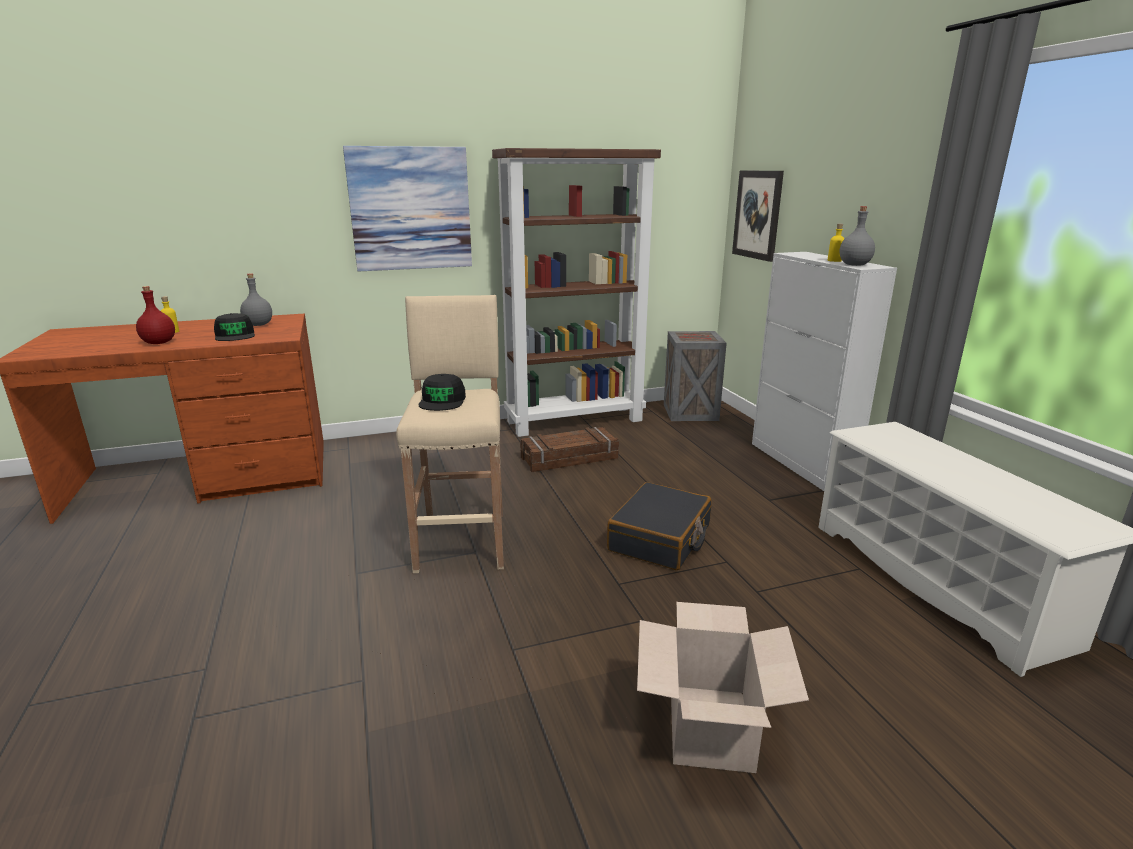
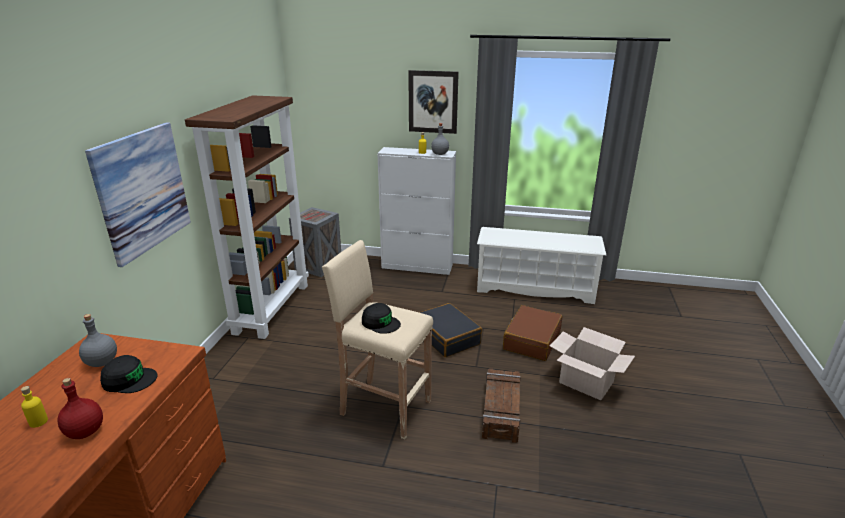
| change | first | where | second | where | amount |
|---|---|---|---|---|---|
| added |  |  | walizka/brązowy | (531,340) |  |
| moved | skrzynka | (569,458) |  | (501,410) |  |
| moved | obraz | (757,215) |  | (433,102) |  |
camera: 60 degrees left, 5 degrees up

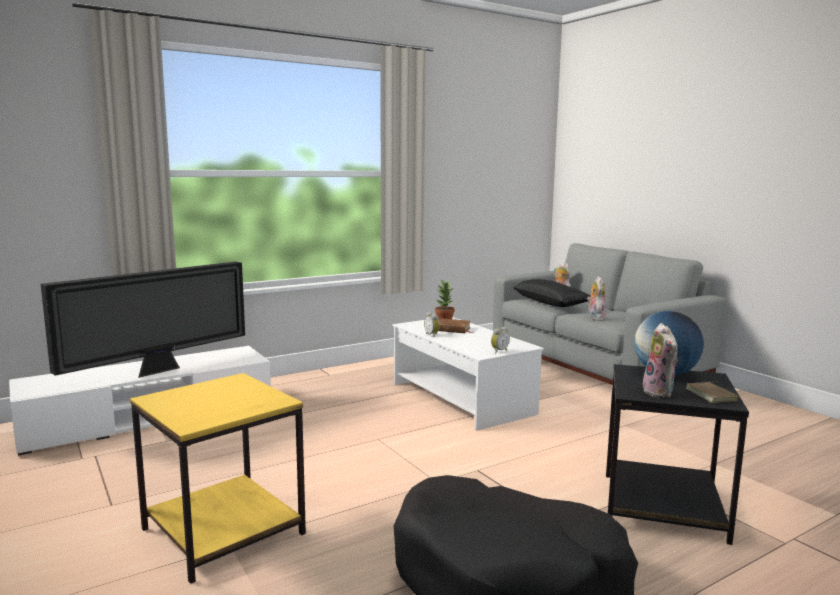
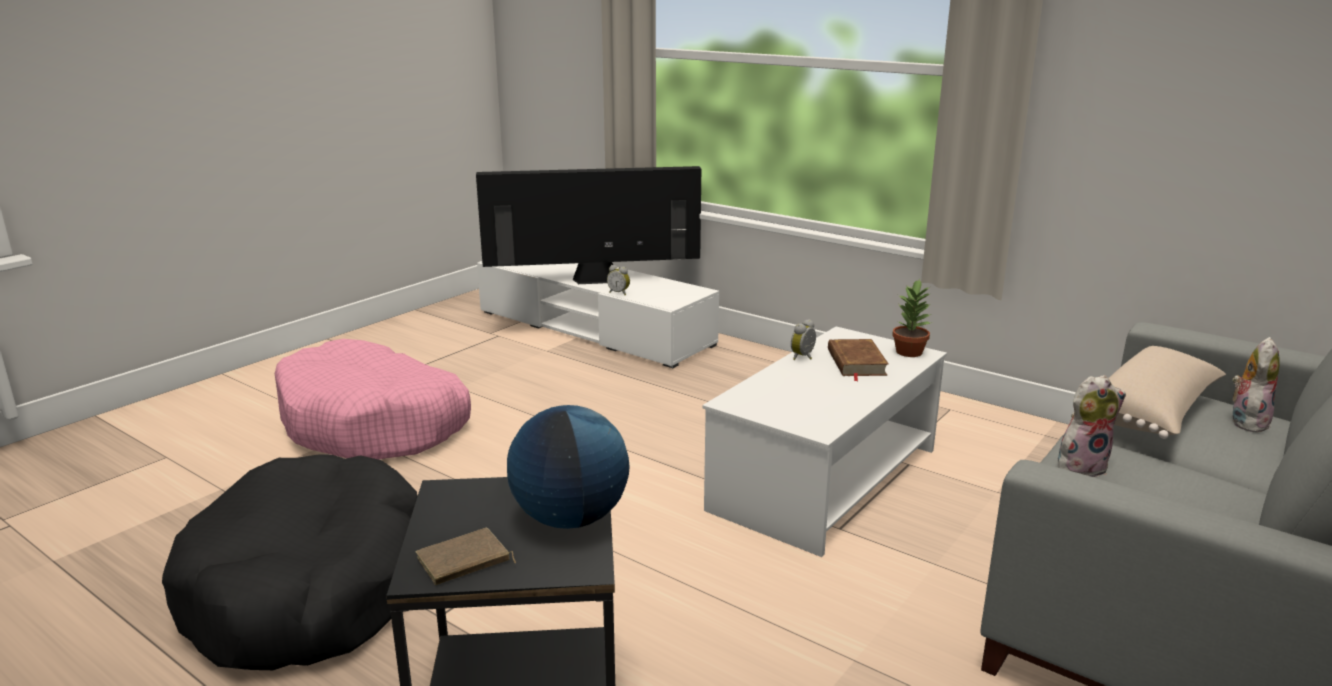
| change | first | where | second | where | amount |
|---|---|---|---|---|---|
| removed | pluszak | (660,392) |  |  |  |
| moved | budzik | (499,351) |  | (619,293) |  |
| replaced | stolik/żółty | (222,532) | legowisko/różowy | (374,424) |  |
| recoloured | poduszka/czarny | (551,303) | poduszka/beżowy | (1152,413) |  |
| turned | telewizor | (159,370) |  | (593,280) | 150 degrees clockwise |
camera: 70 degrees right, 10 degrees up

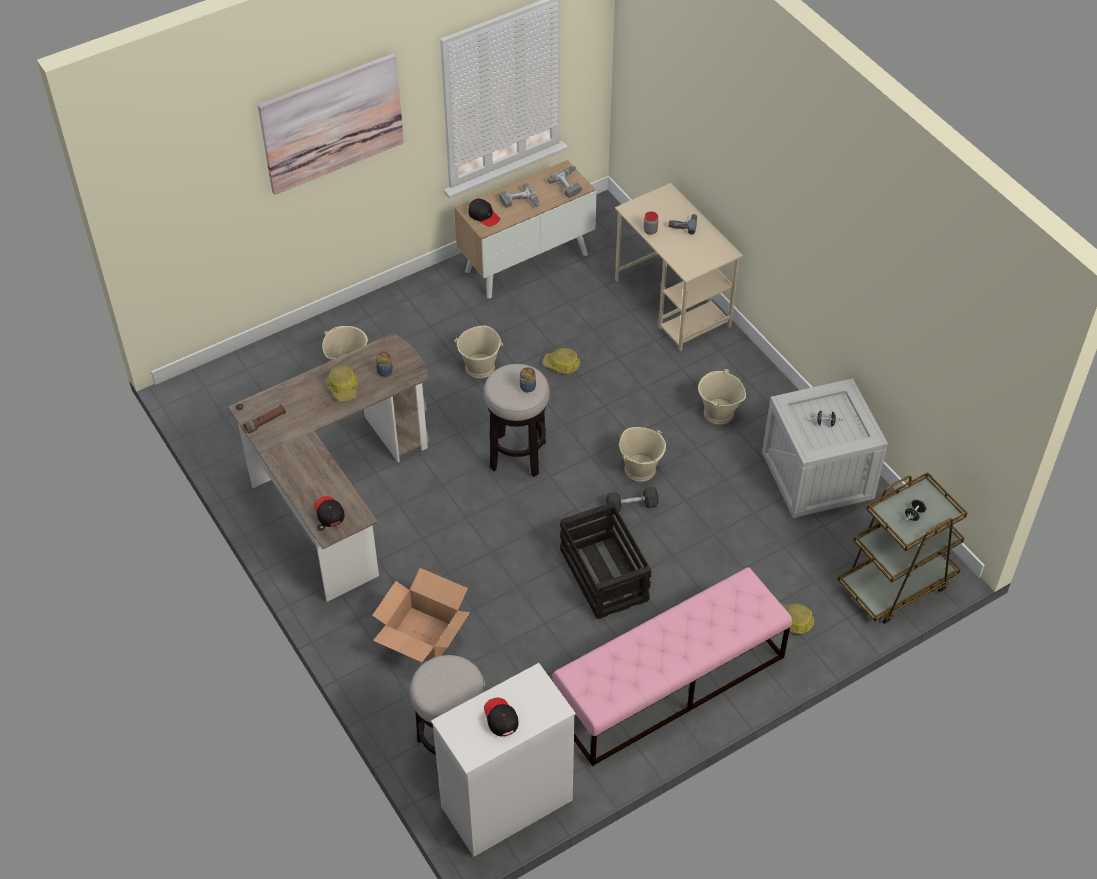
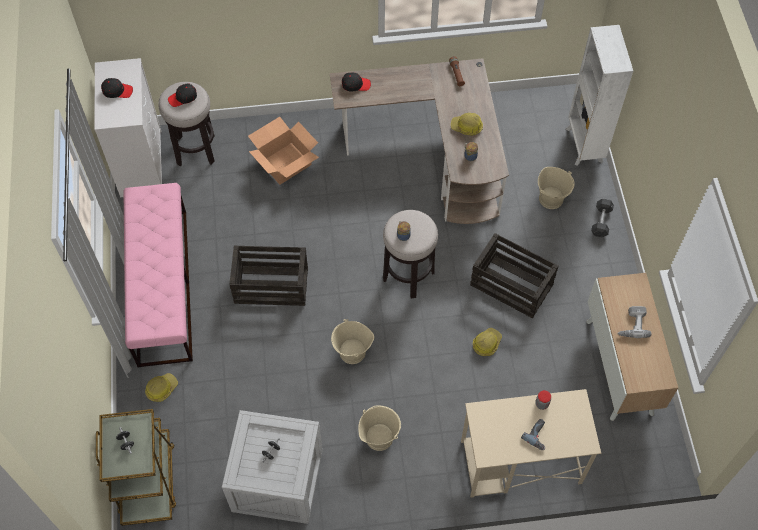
| change | first | where | second | where | amount |
|---|---|---|---|---|---|
| removed | obraz | (332,123) |  |  |  |
| removed | wiertarka | (569,184) |  |  |  |
| added |  |  | regał/biały | (584,146) |  |
| moved | czapka z daszkiem/czarny | (484,216) |  | (183,98) |  |
| moved | hantel/szary | (631,505) |  | (601,221) |  |
| replaced | wiadro/beżowy | (480,367) | skrzynka | (510,285) |  |
camera: 115 degrees right, 10 degrees up

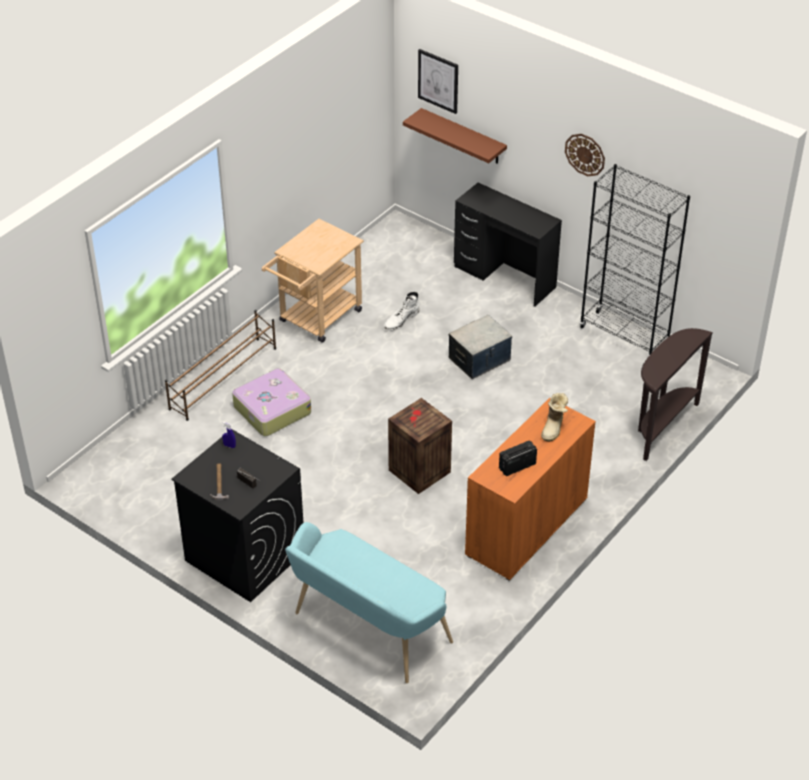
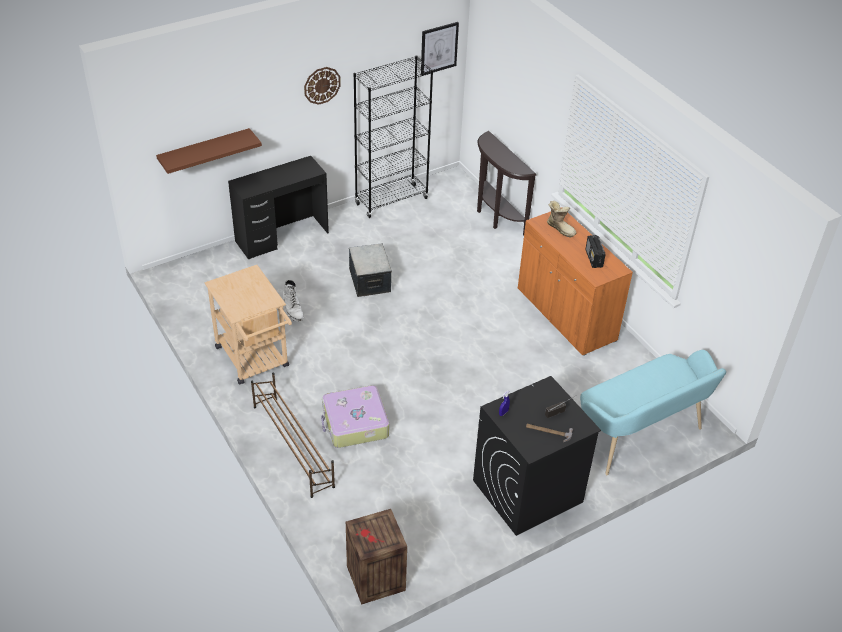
| change | first | where | second | where | amount |
|---|---|---|---|---|---|
| moved | skrzynka | (418,471) |  | (375,579) |  |
| moved | obraz | (438,81) |  | (439,48) |  |
camera: 70 degrees left, 0 degrees up

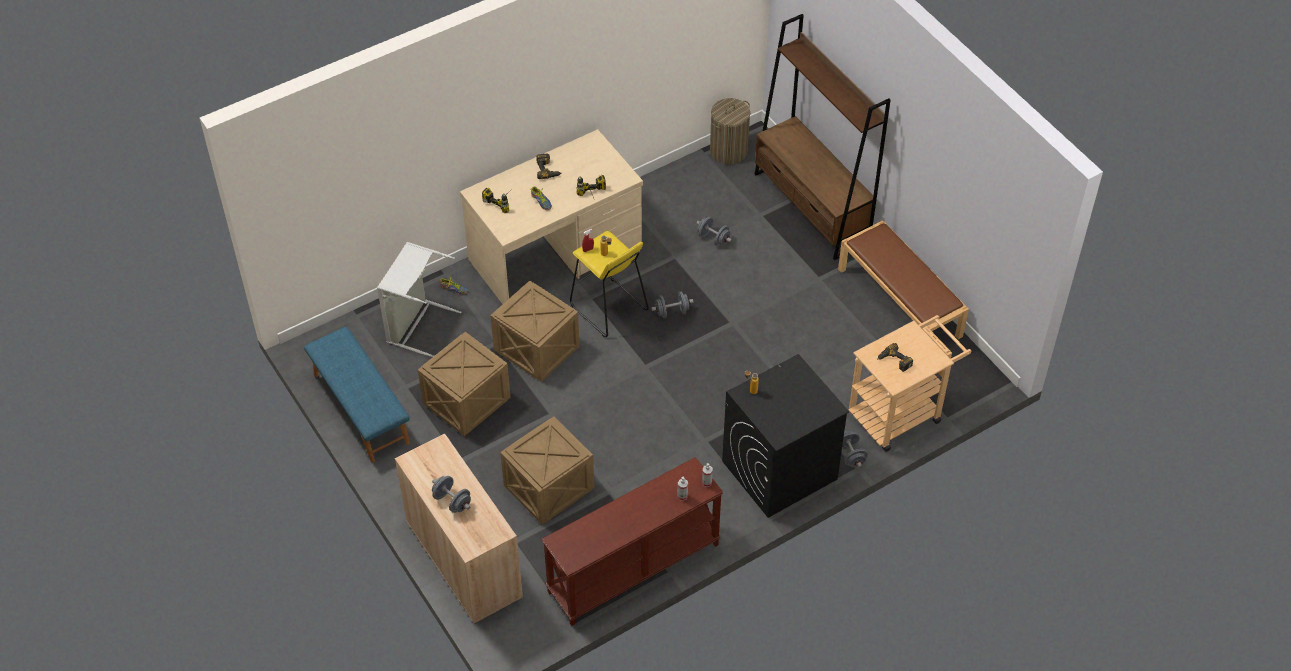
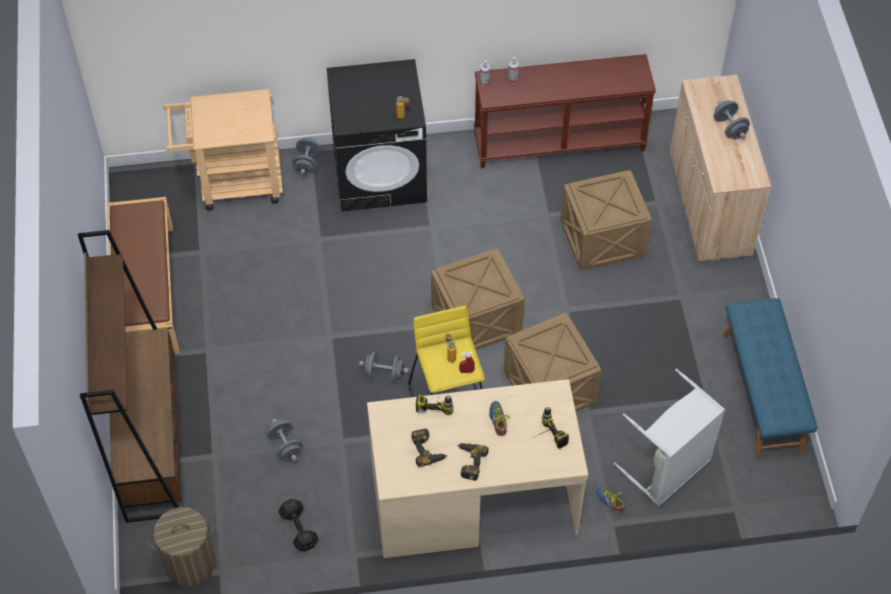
| change | first | where | second | where | amount |
|---|---|---|---|---|---|
| added |  |  | hantel/czarny | (299,530) |  |
| moved | skrzynka | (466,402) |  | (477,320) |  |
| moved | wiertarka | (894,361) |  | (428,449) |  |
camera: 155 degrees left, 5 degrees up

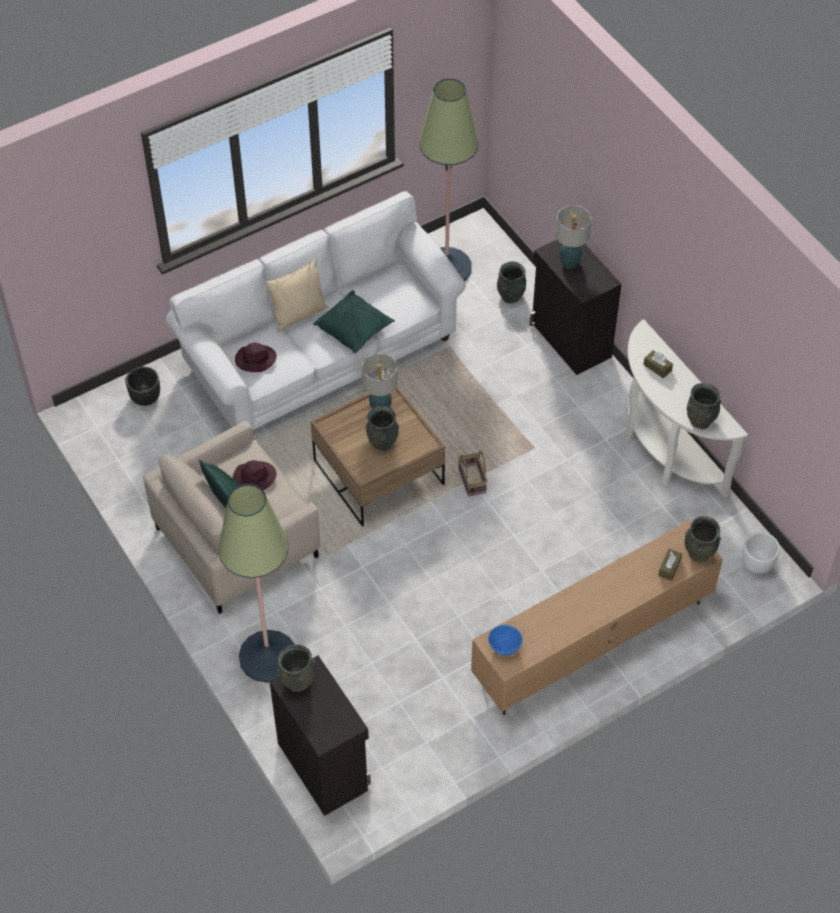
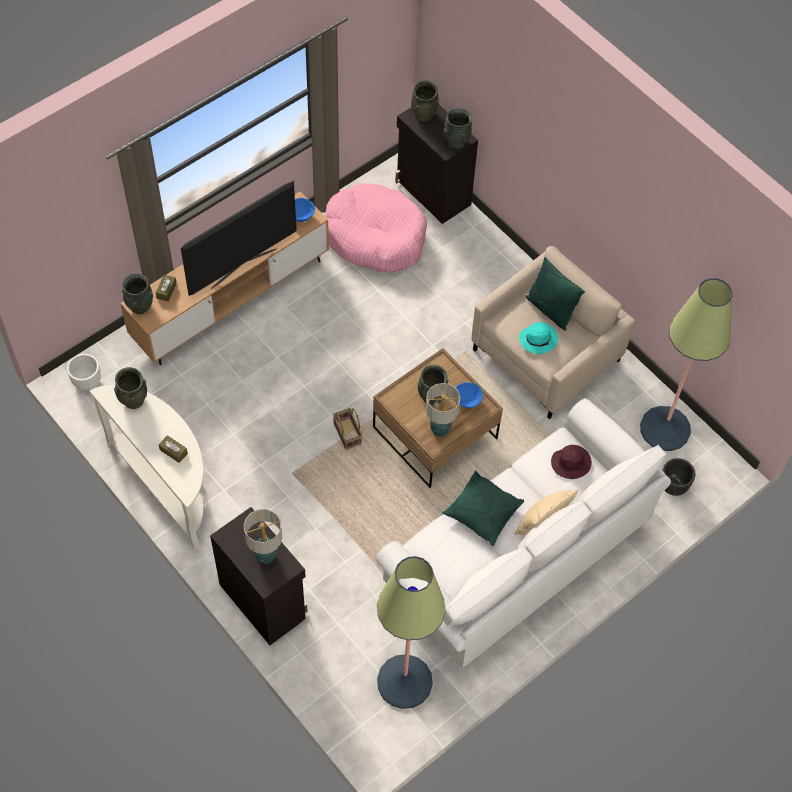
| change | first | where | second | where | amount |
|---|---|---|---|---|---|
| added |  |  | telewizor | (243,267) |  |
| added |  |  | legowisko/różowy | (374,236) |  |
| added |  |  | miska/niebieski | (467,401) |  |
| moved | lampa stojąca | (268,656) |  | (665,429) |  |
| moved | wazon/szary | (511,296) |  | (424,113) |  |
| recoloured | kapelusz/fioletowy | (254,478) | kapelusz/turkusowy | (538,339) |  |
camera: 170 degrees right, 5 degrees up

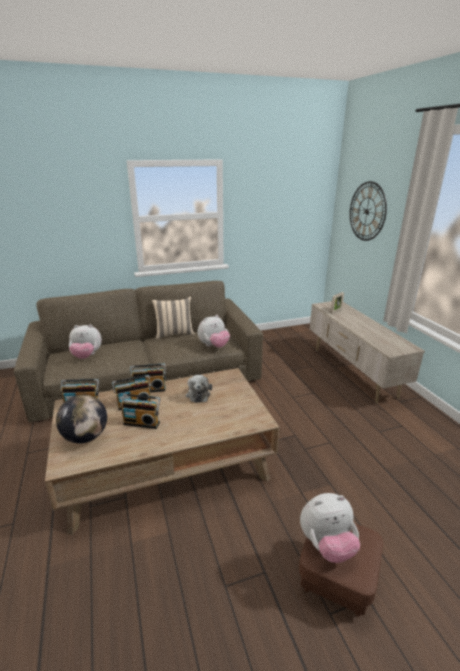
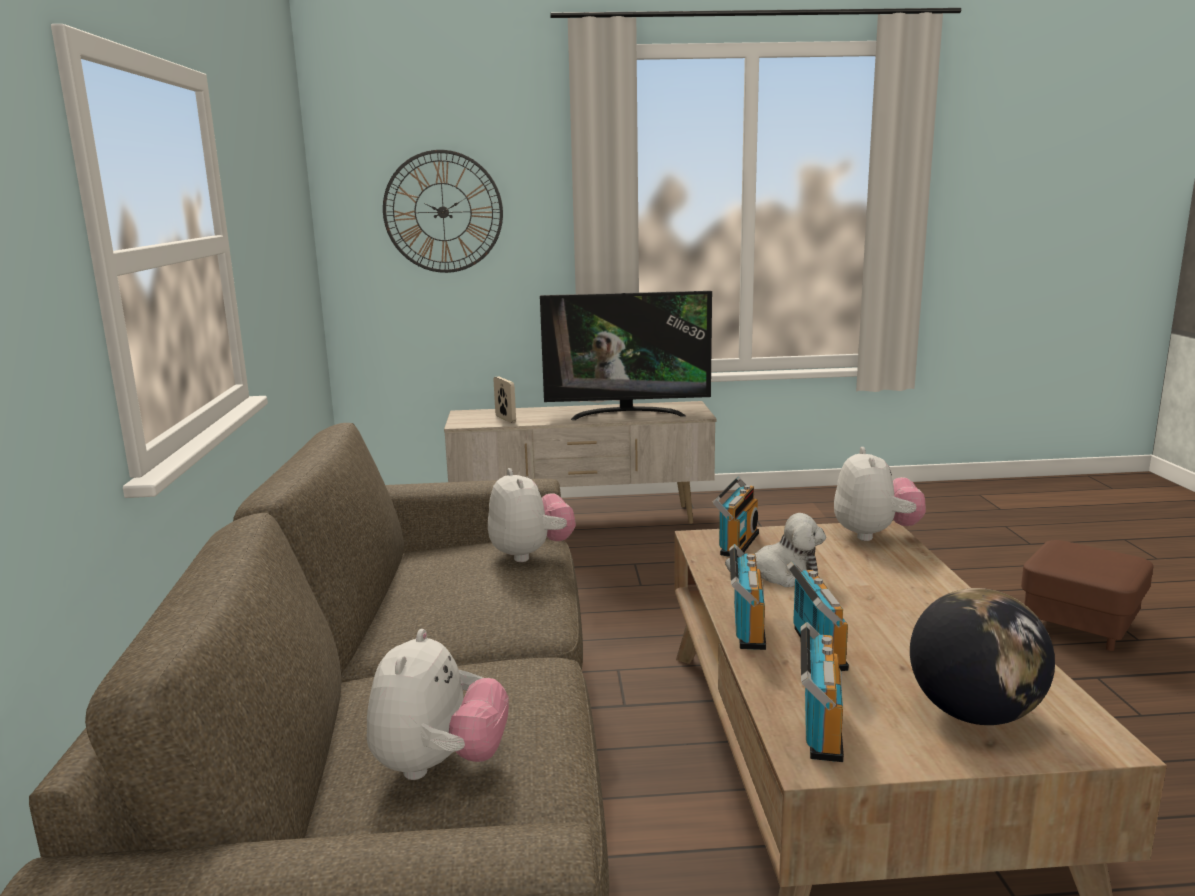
| change | first | where | second | where | amount |
|---|---|---|---|---|---|
| removed | poduszka/beżowy | (174,334) |  |  |  |
| added |  |  | telewizor | (627,413) |  |
| moved | radio | (142,422) |  | (736,543) |  |
| moved | pluszak | (326,544) |  | (874,534) |  |
camera: 75 degrees left, 10 degrees down

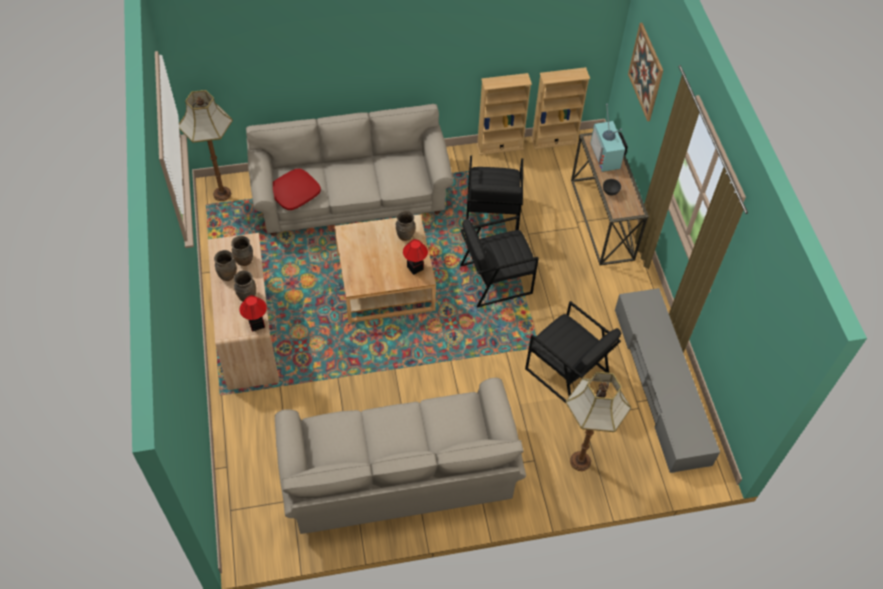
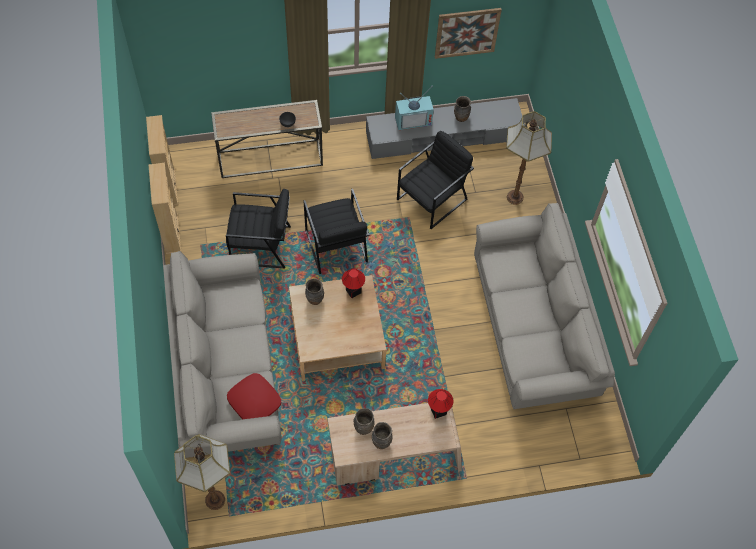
| change | first | where | second | where | amount |
|---|---|---|---|---|---|
| moved | wazon/brązowy | (247,296) |  | (461,117) |  |
| moved | telewizor | (607,156) |  | (413,119) |  |
| moved | obraz | (646,72) |  | (467,32) |  |
camera: 90 degrees left, 5 degrees up

